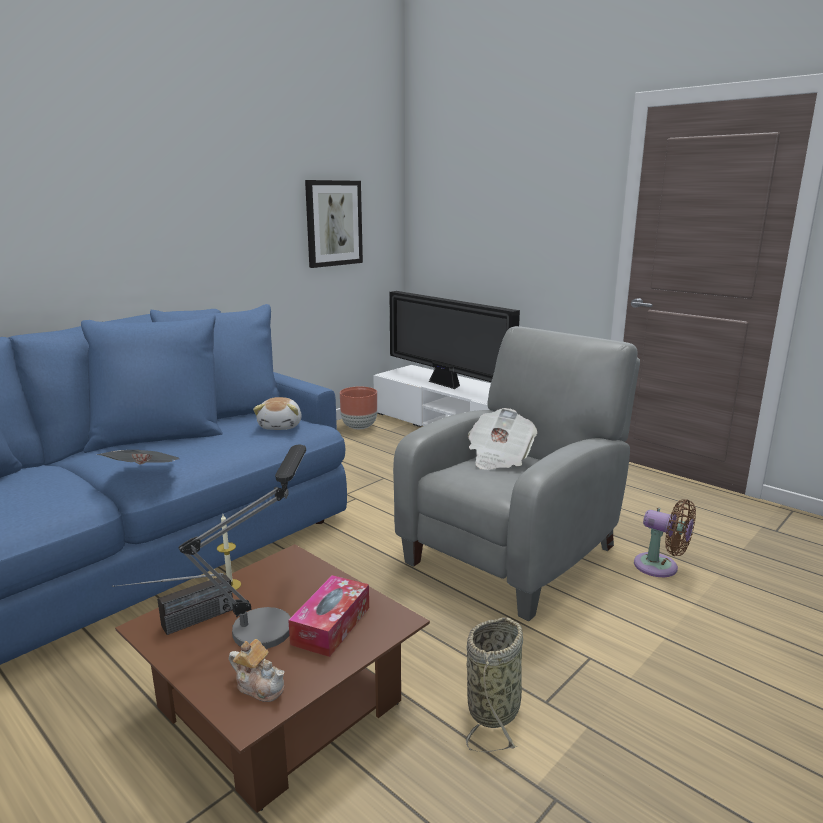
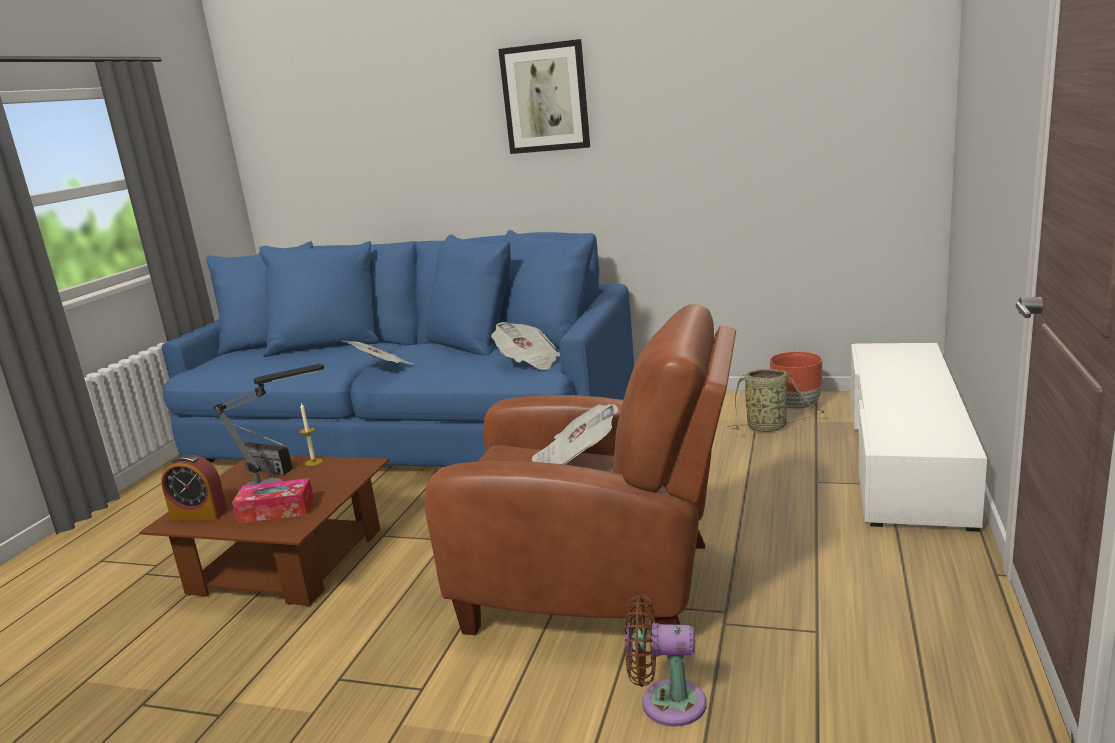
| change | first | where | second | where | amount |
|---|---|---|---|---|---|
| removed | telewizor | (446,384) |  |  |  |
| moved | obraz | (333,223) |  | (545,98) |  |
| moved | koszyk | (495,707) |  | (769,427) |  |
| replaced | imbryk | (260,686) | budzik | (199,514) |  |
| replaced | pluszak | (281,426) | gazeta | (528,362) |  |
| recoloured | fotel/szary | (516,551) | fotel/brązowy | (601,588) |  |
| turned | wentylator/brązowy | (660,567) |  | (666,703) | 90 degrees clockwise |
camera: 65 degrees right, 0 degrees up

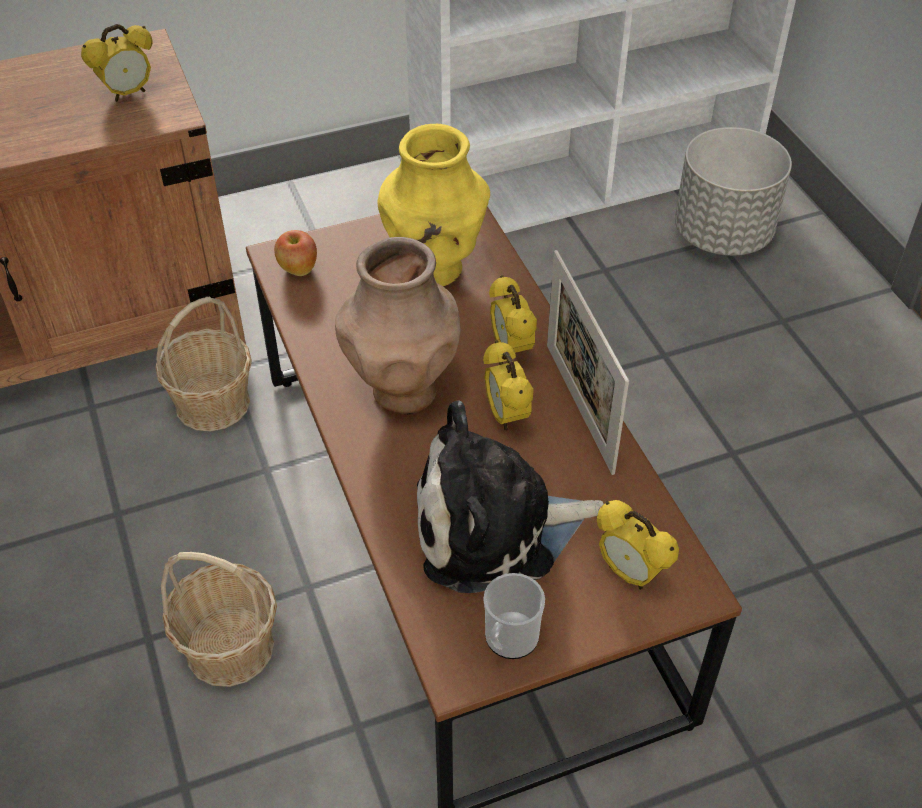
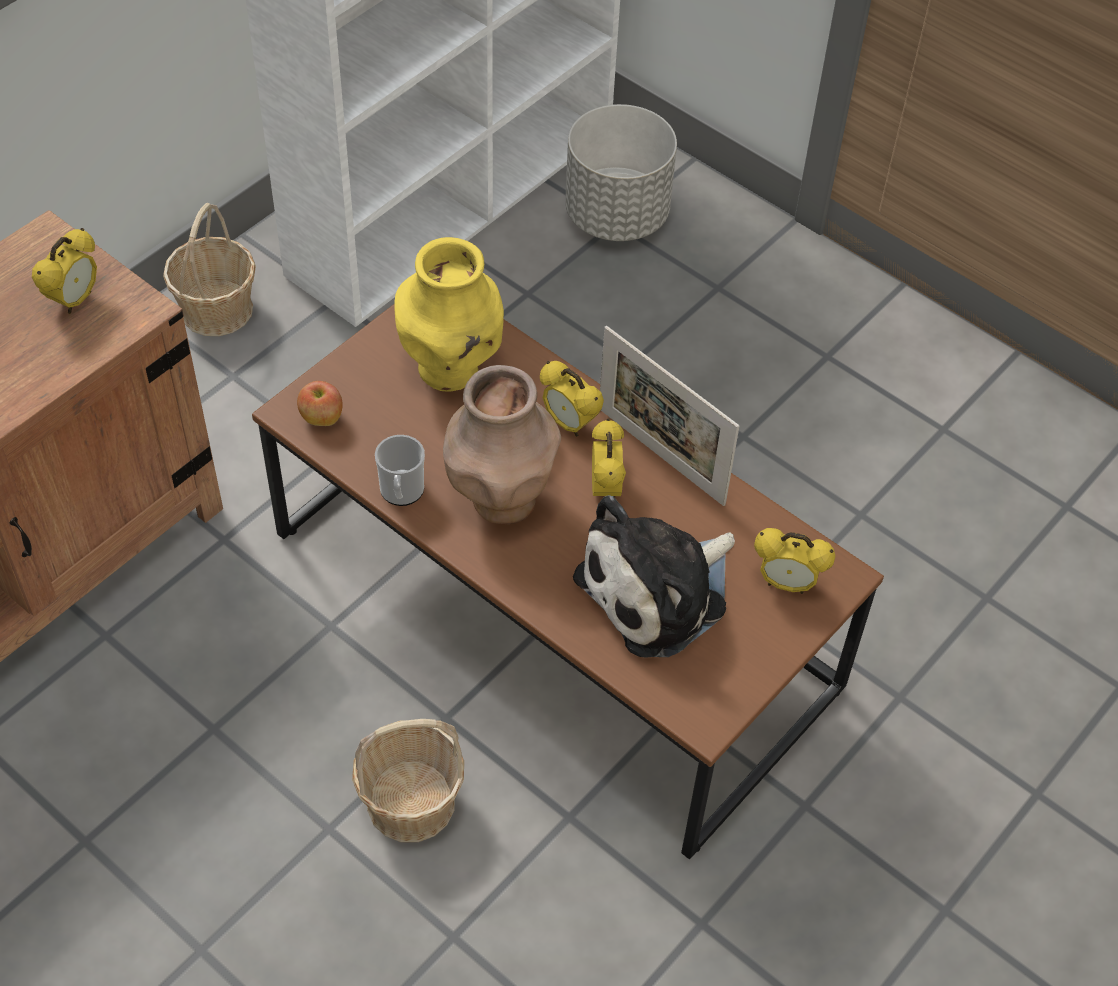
| change | first | where | second | where | amount |
|---|---|---|---|---|---|
| moved | koszyk | (213,403) |  | (217,309) |  |
| moved | kubek | (508,641) |  | (401,493) |  |
| turned | budzik | (506,416) |  | (605,489) | 135 degrees counterclockwise |
camera: 30 degrees left, 5 degrees up

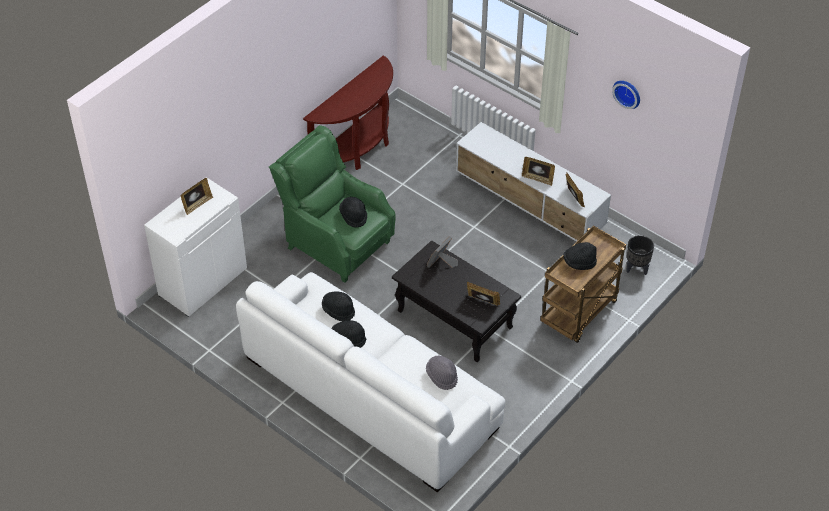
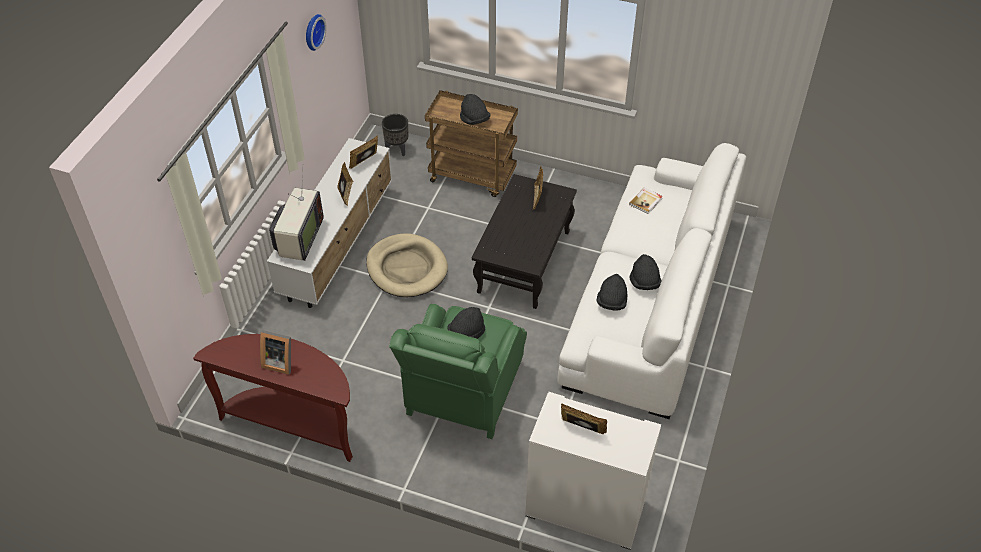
| change | first | where | second | where | amount |
|---|---|---|---|---|---|
| added |  |  | telewizor | (298,239) |  |
| added |  |  | legowisko/beżowy | (407,268) |  |
| moved | ramka na zdjęcie | (442,263) |  | (279,361) |  |
| replaced | kapelusz/szary | (442,376) | książka | (646,201) |  |
camera: 110 degrees left, 0 degrees up

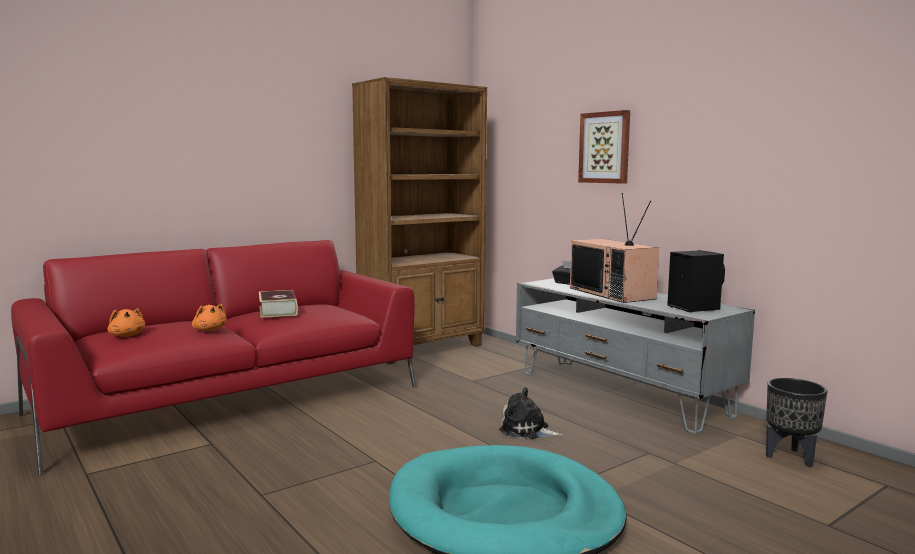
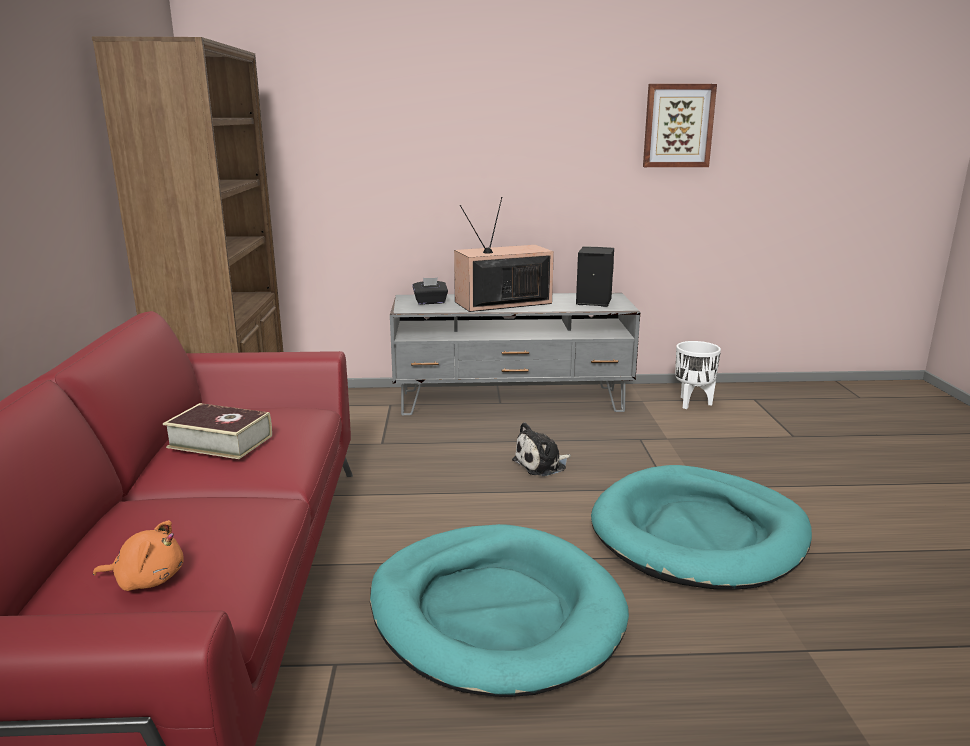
| change | first | where | second | where | amount |
|---|---|---|---|---|---|
| removed | pluszak/pomarańczowy | (209,330) |  |  |  |
| added |  |  | legowisko/turkusowy | (495,613) |  |
| moved | obraz | (605,147) |  | (678,126) |  |
| recoloured | donica/czarny | (789,457) | donica/biały | (692,403) |  |
| turned | telewizor | (613,293) |  | (502,303) | 150 degrees clockwise |
camera: 55 degrees left, 10 degrees up

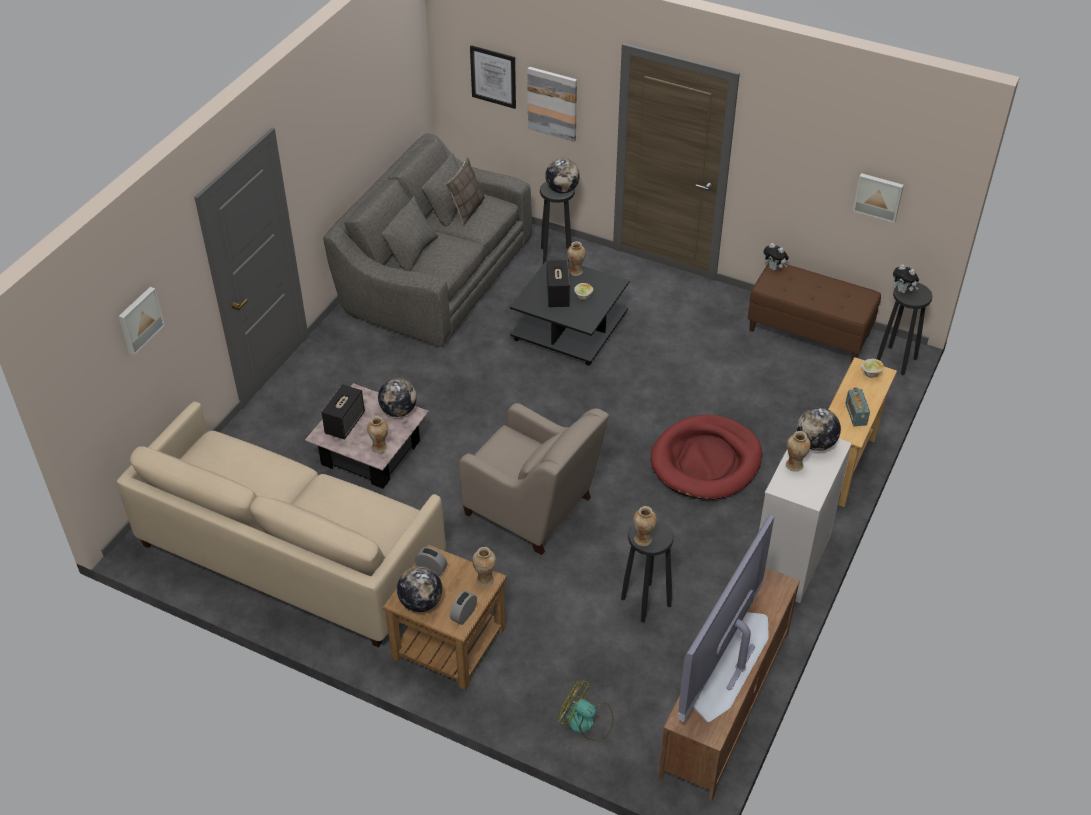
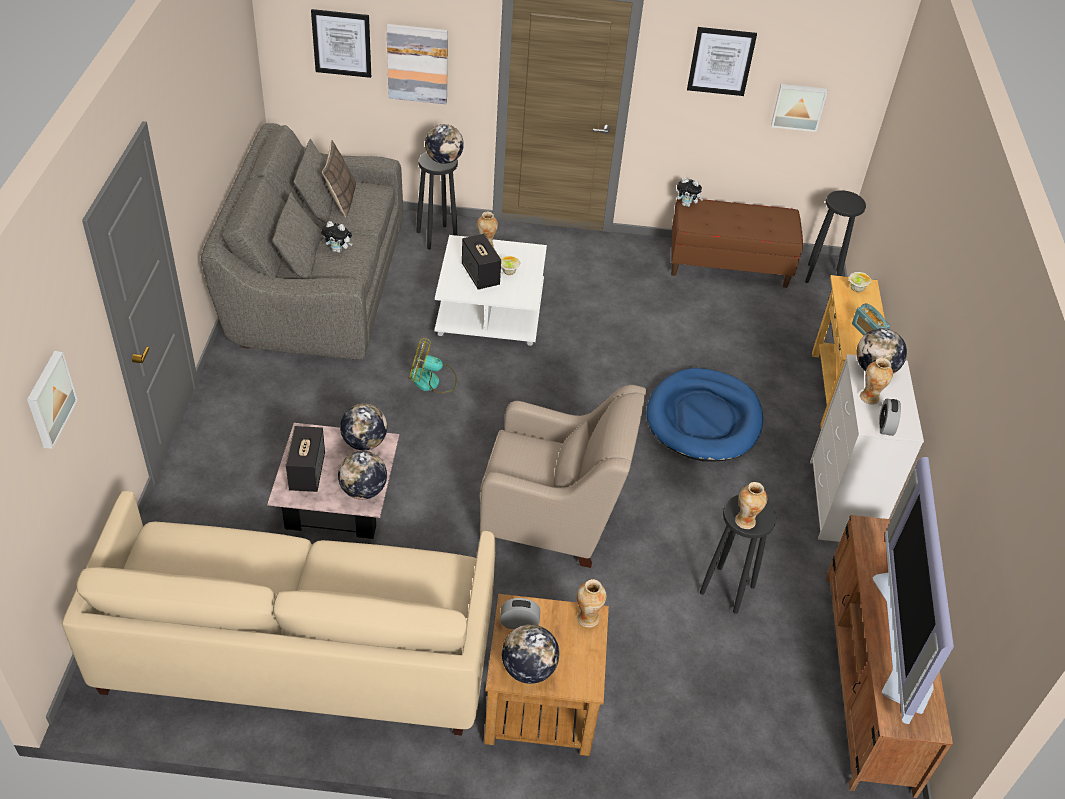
| change | first | where | second | where | amount |
|---|---|---|---|---|---|
| added |  |  | obraz | (721,61) |  |
| moved | budzik | (464,615) |  | (885,426) |  |
| moved | wentylator | (586,722) |  | (432,381) |  |
| moved | pluszak | (903,291) |  | (338,250) |  |
| replaced | wazon | (379,447) | globus | (363,491) |  |
| recoloured | ława/czarny | (569,327) | ława/biały | (489,309) |  |
| recoloured | legowisko/czerwony | (706,461) | legowisko/niebieski | (703,419) |  |
camera: 25 degrees left, 0 degrees up

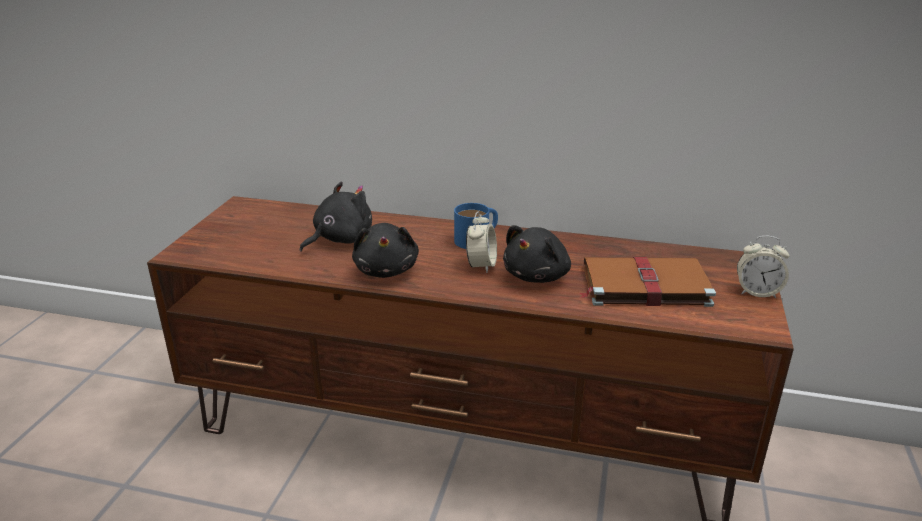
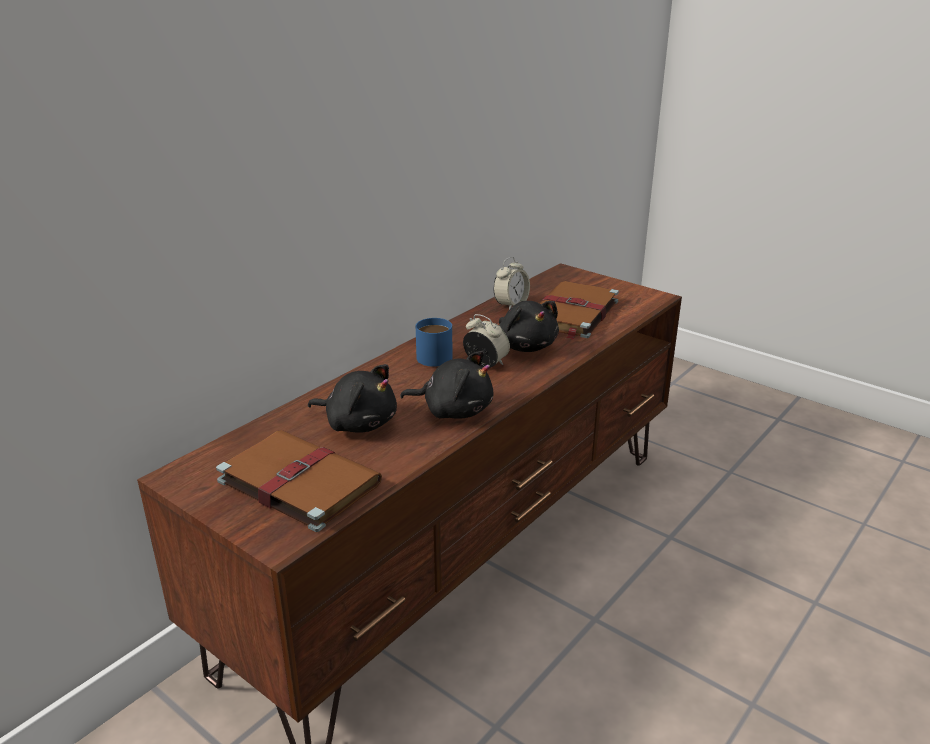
| change | first | where | second | where | amount |
|---|---|---|---|---|---|
| added |  |  | książka/brązowy | (296,481) |  |
| moved | budzik | (757,292) |  | (511,305) |  |
| turned | pluszak/czarny | (340,239) |  | (358,423) | 135 degrees clockwise |
camera: 65 degrees left, 0 degrees up

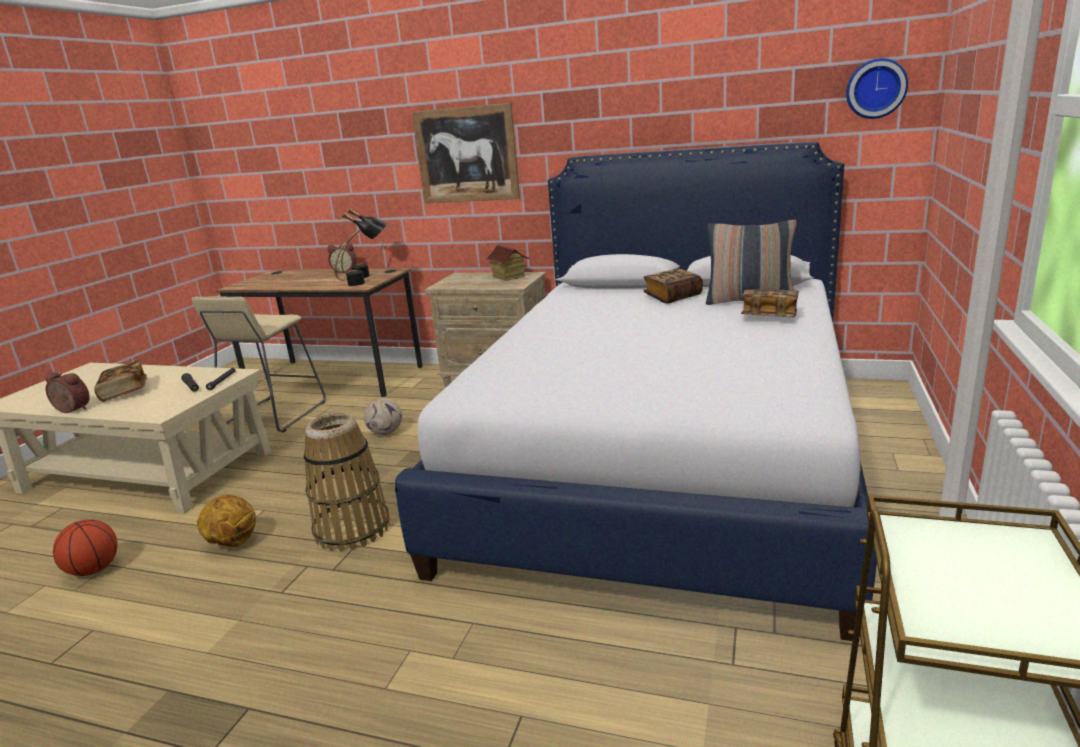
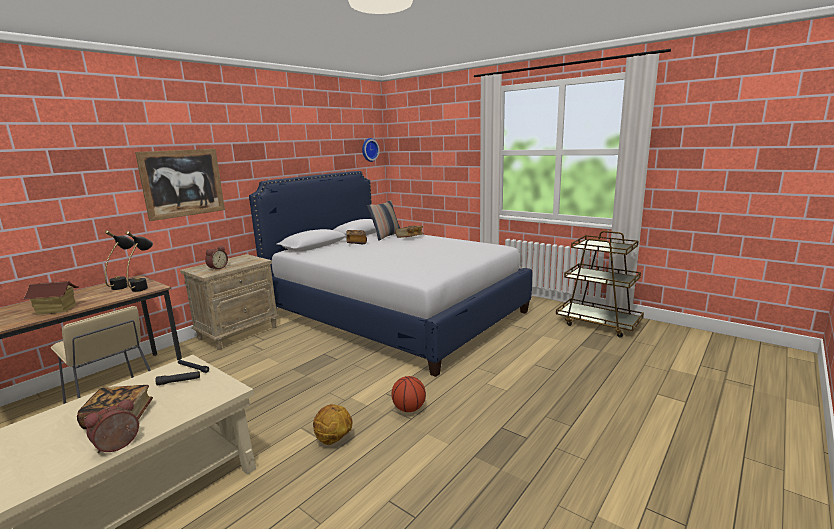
| change | first | where | second | where | amount |
|---|---|---|---|---|---|
| removed | koszyk | (352,529) |  |  |  |
| removed | piłka futbolowa | (386,432) |  |  |  |
| moved | piłka do koszykówki | (94,570) |  | (409,409) |  |
| moved | budzik | (345,271) |  | (217,268) |  |
| moved | domek | (508,277) |  | (56,310) |  |
camera: 70 degrees left, 5 degrees down

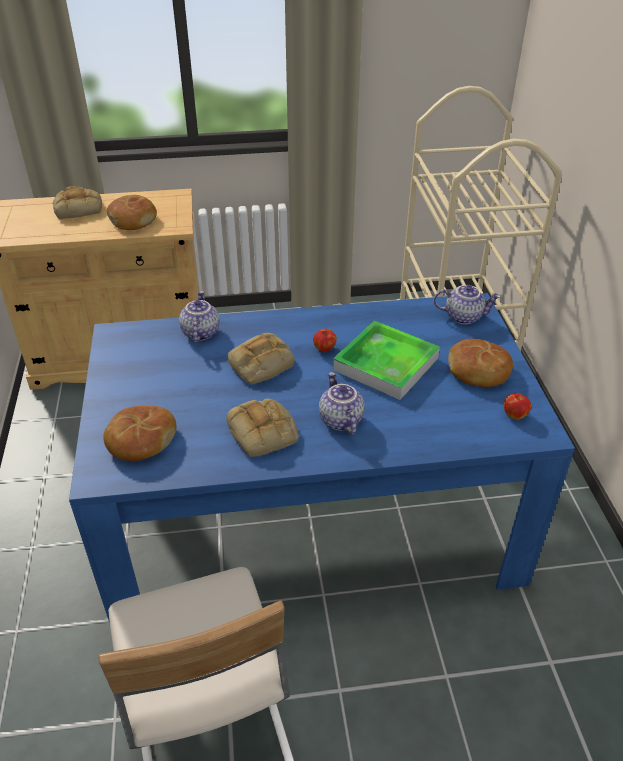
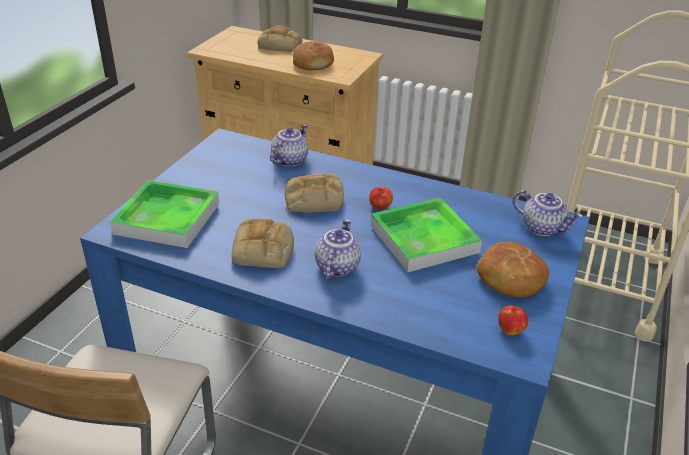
| change | first | where | second | where | amount |
|---|---|---|---|---|---|
| replaced | chleb | (140,440) | taca | (167,218) |  |
camera: 30 degrees right, 5 degrees down

